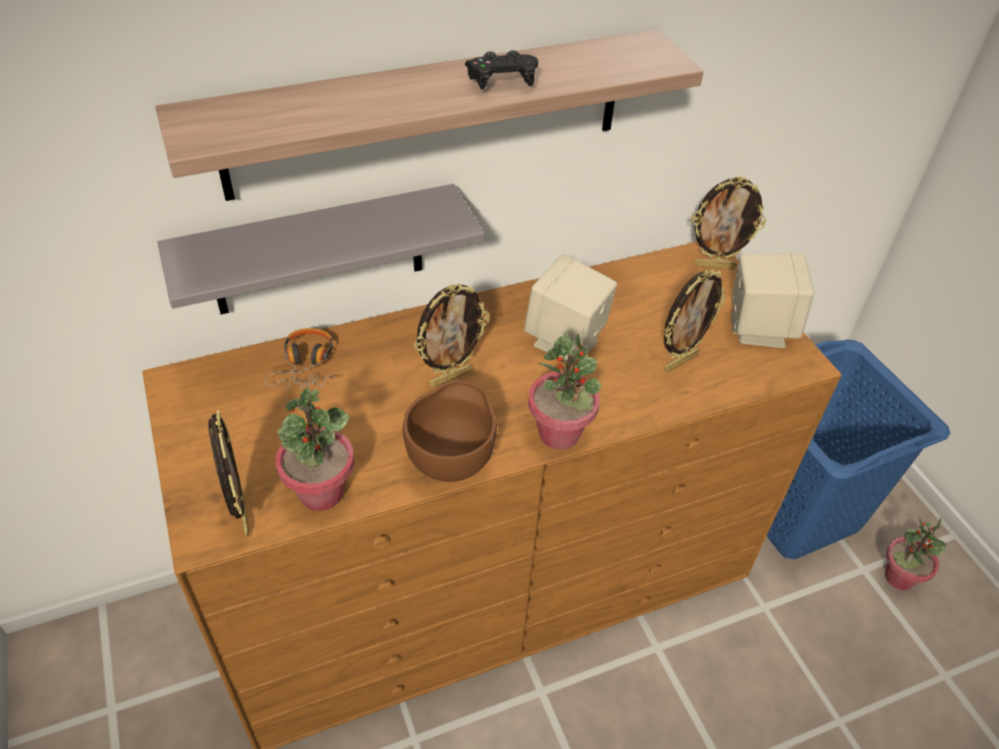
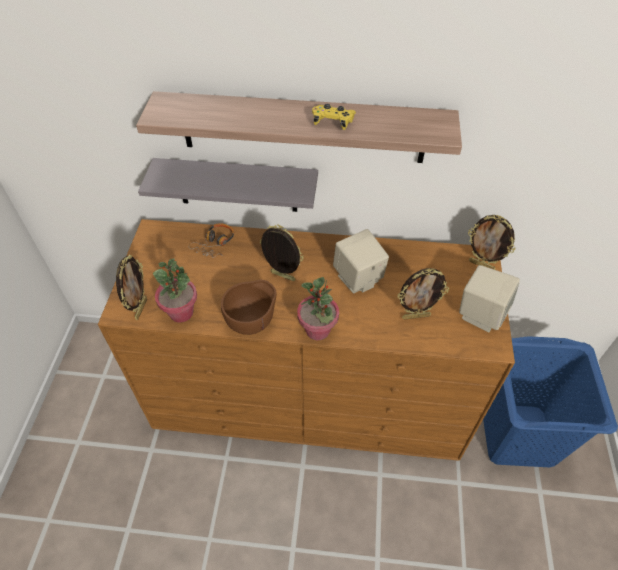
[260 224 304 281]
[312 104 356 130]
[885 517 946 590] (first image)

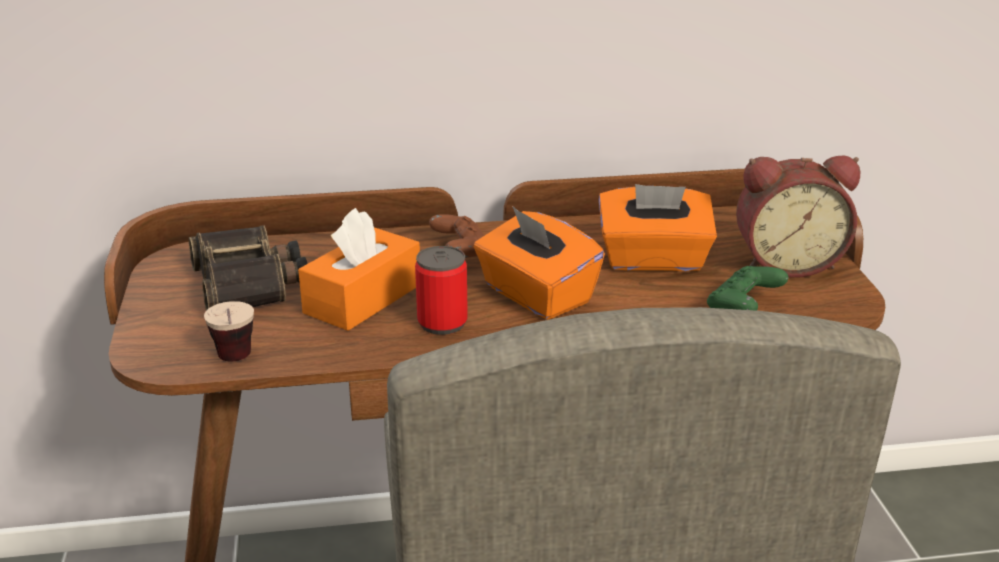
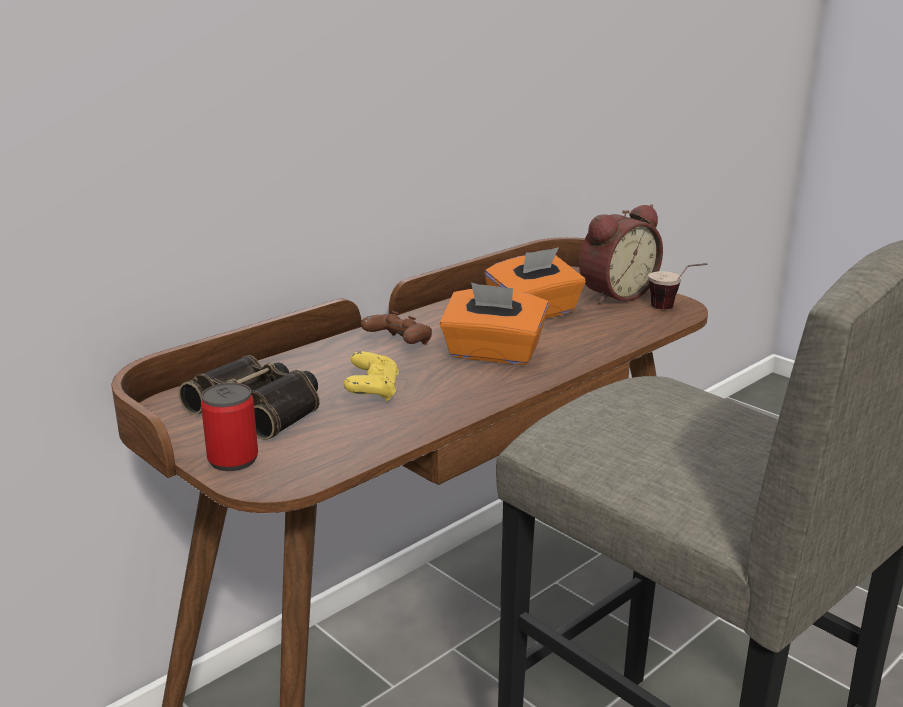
[201 383 258 471]
[344 351 399 402]
[648 263 708 309]
[707 266 788 311] (first image)

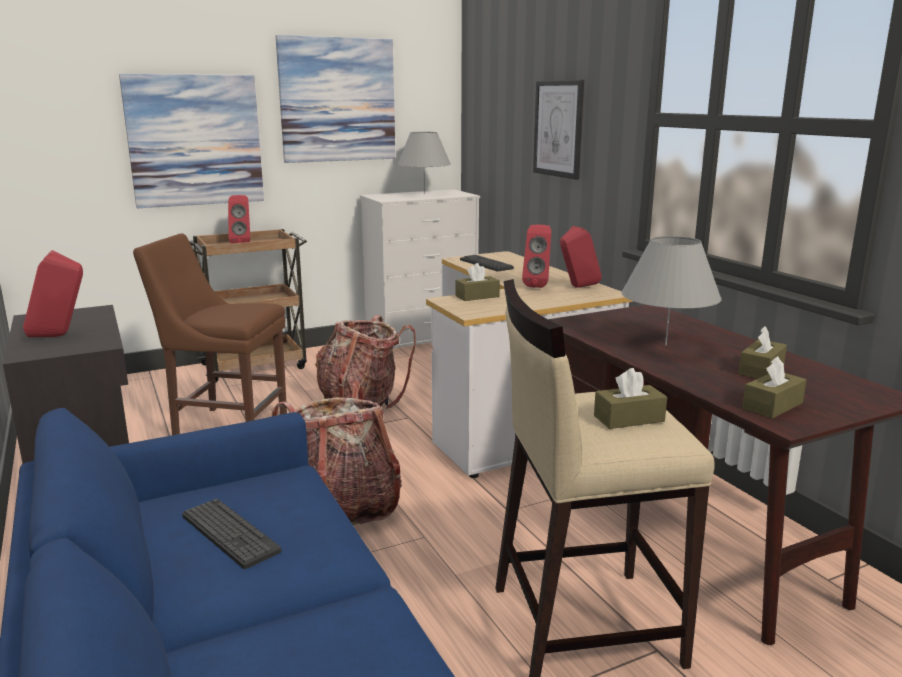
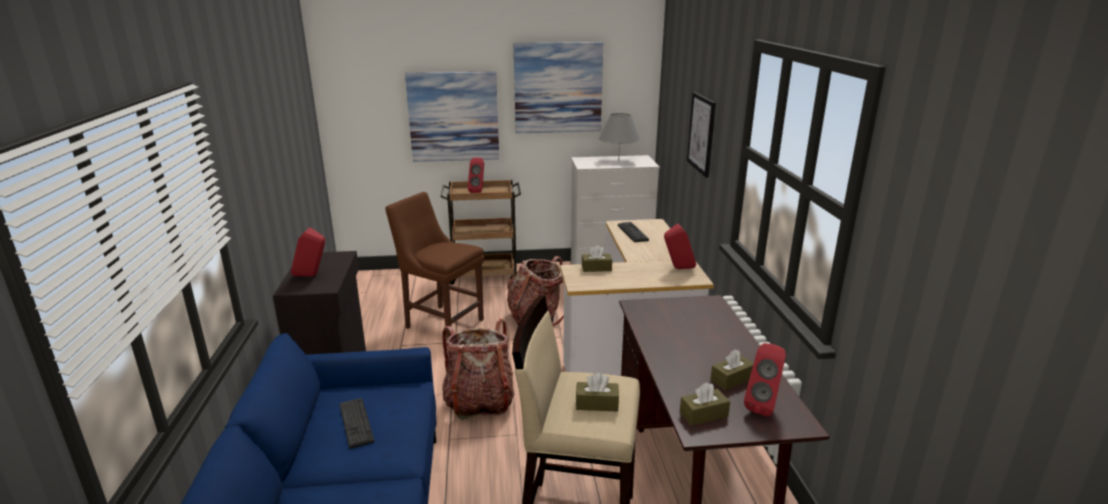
[744 343 786 417]
[621 236 721 345] (first image)

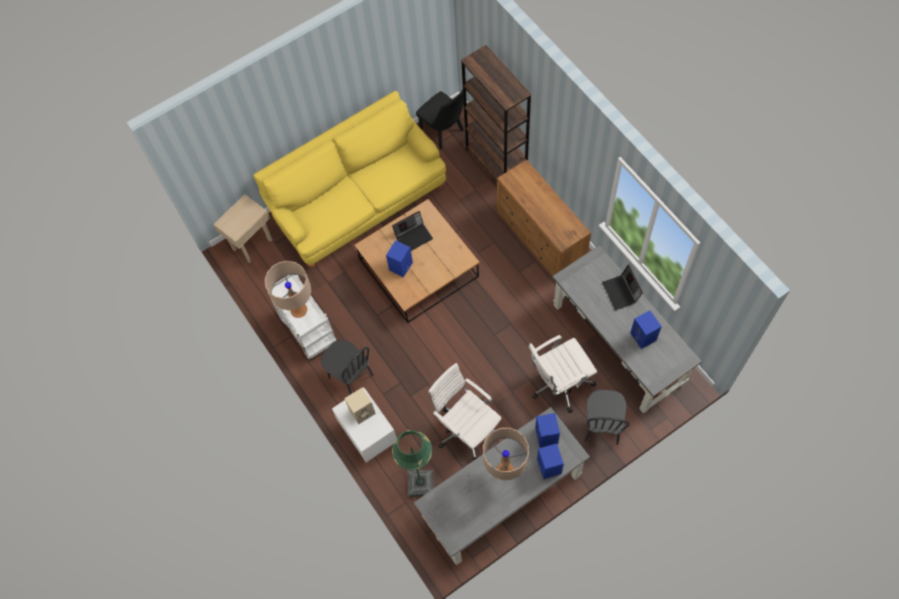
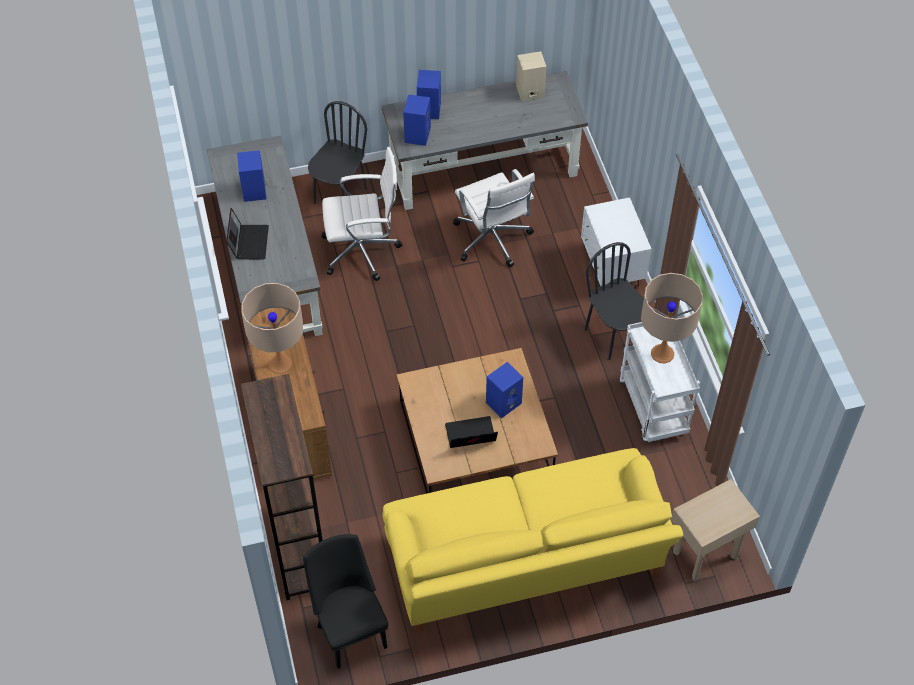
[241 283 303 374]
[516 51 547 101]
[392 430 434 497] (first image)

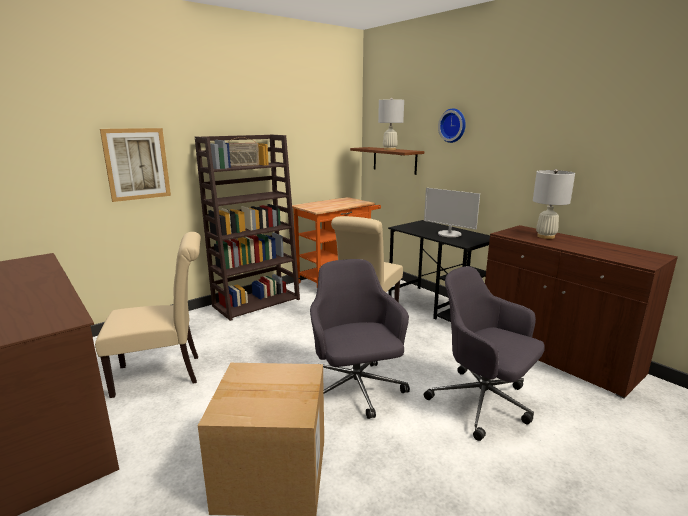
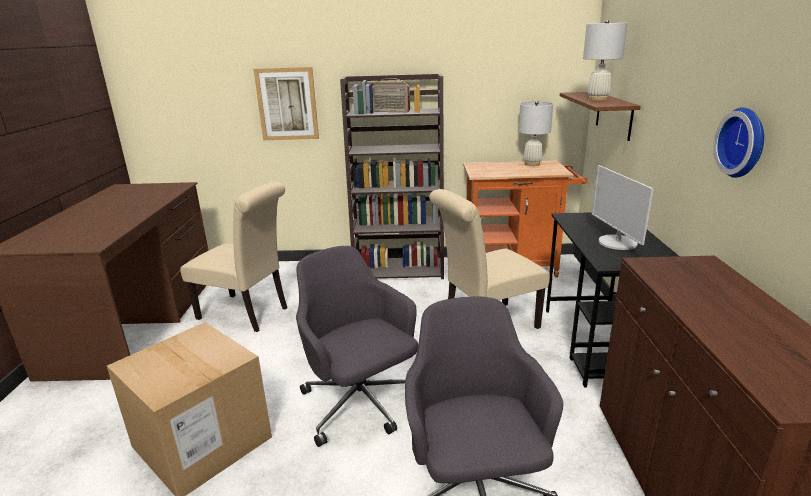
[296 246 418 447]
[519 101 553 166]
[713 107 764 178]

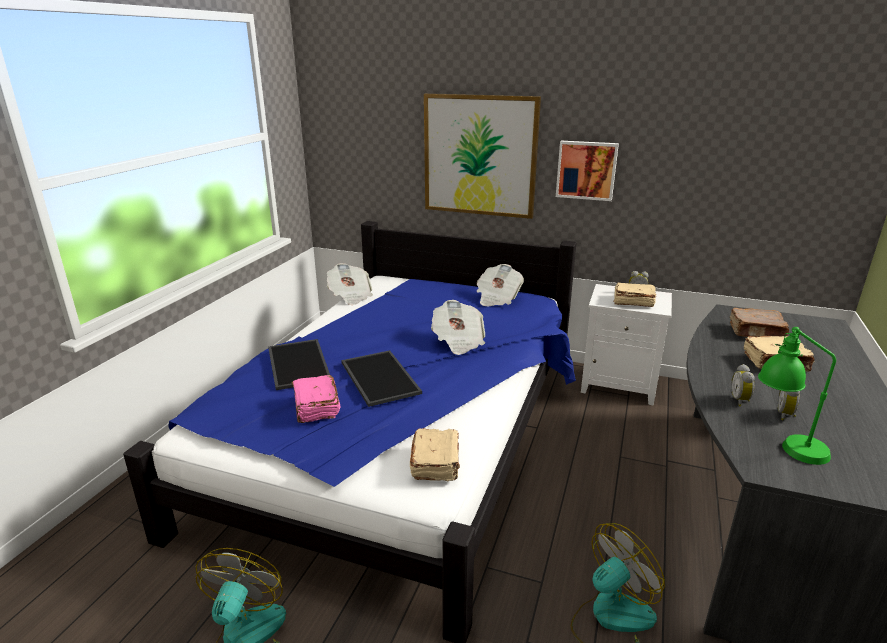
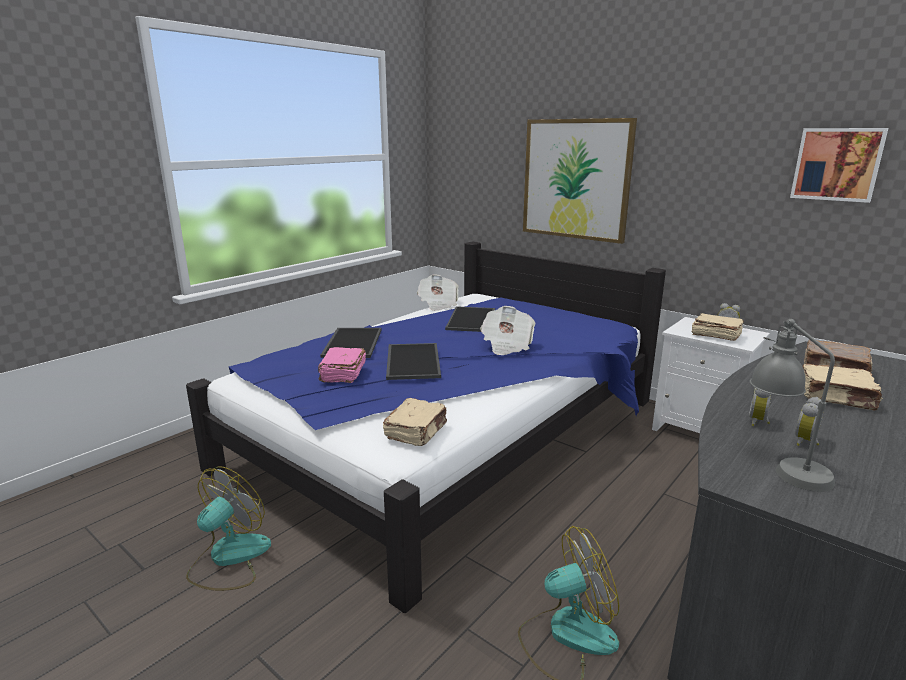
[445 306 495 332]
[750 319 835 492]
[790 128 888 203]
[476 264 524 306] (first image)

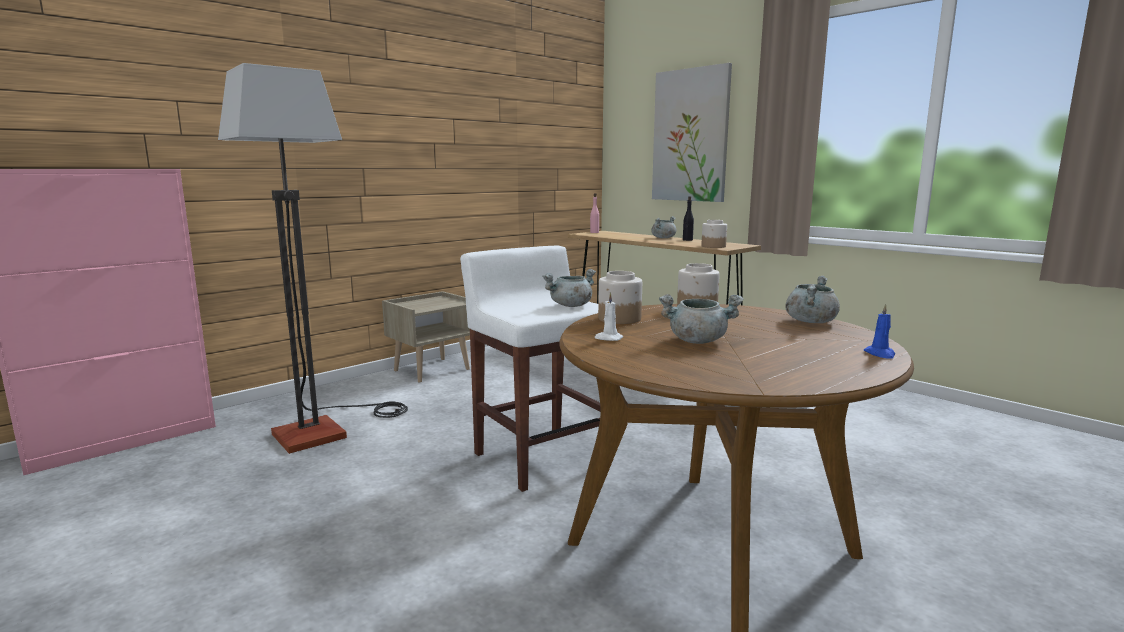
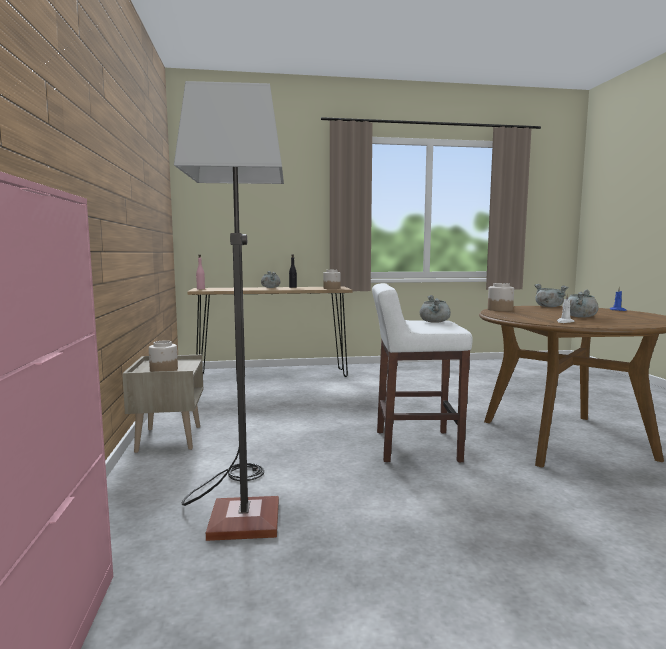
[149 341 178 372]
[652 63 732 202] (first image)

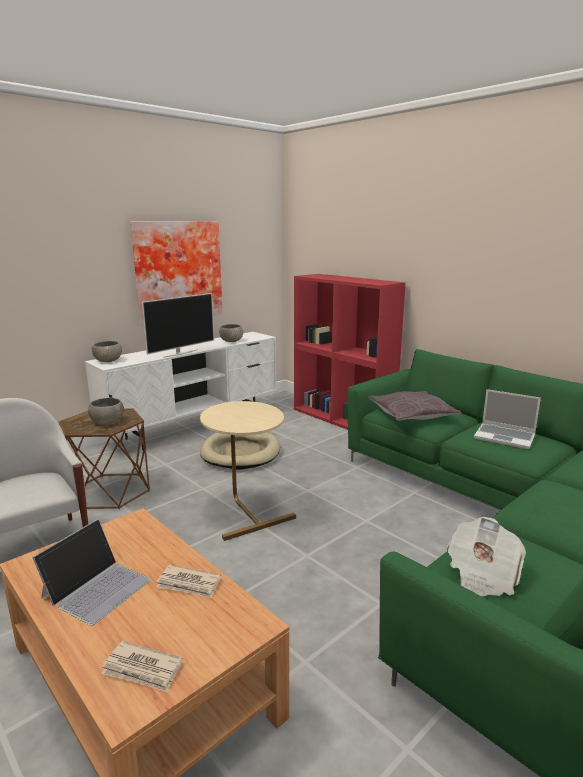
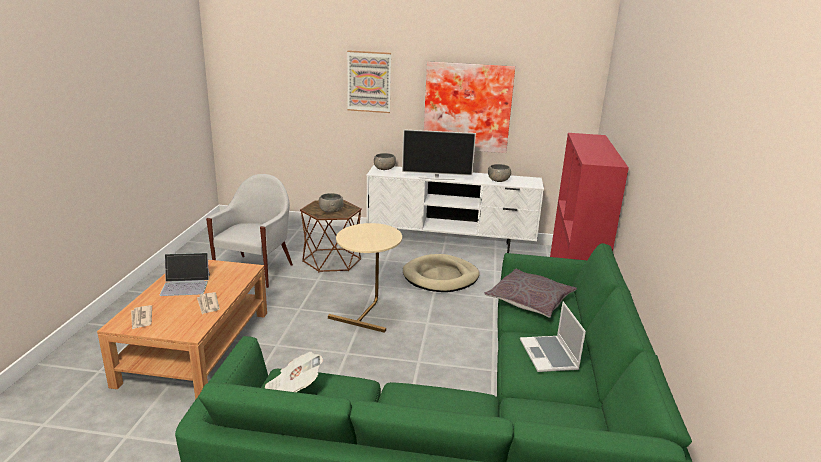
[347 50 391 113]

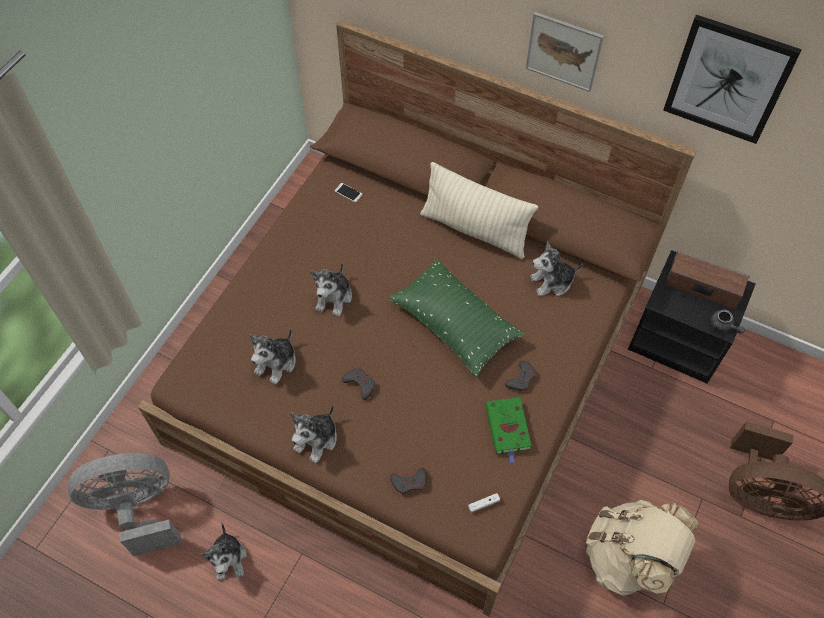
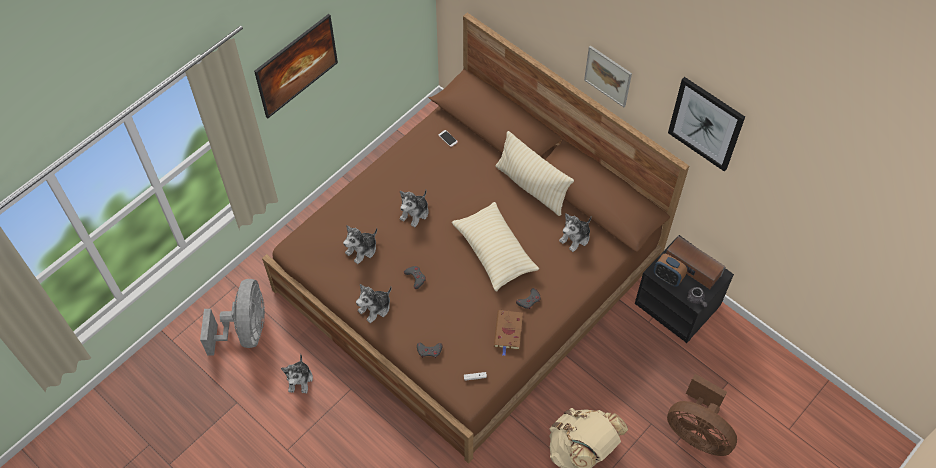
[200 279 265 356]
[254 14 338 118]
[452 202 539 291]
[494 310 523 356]
[559 213 592 252]
[654 254 687 287]

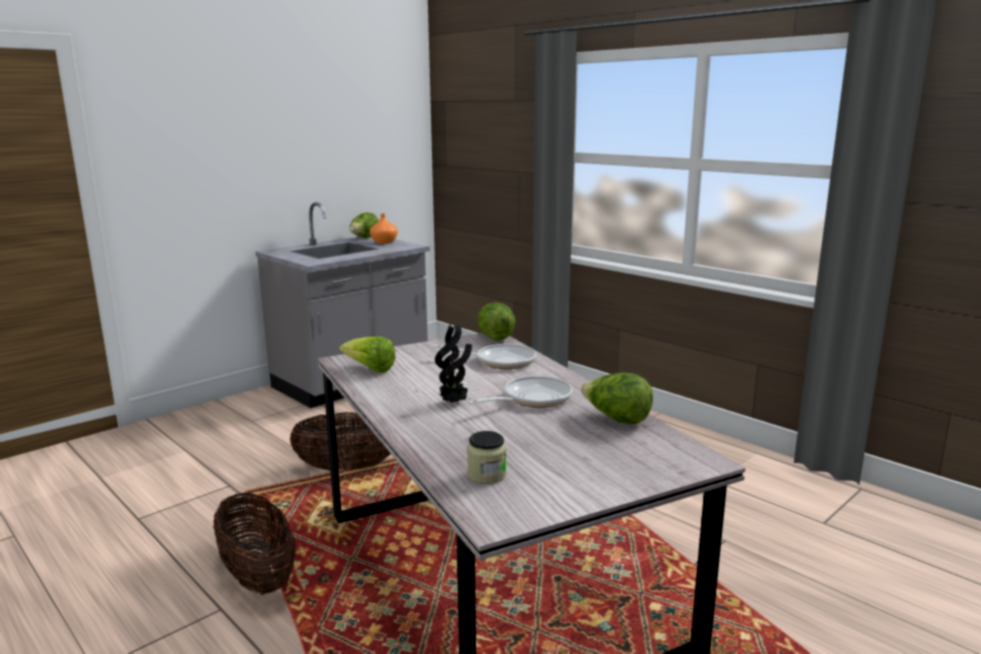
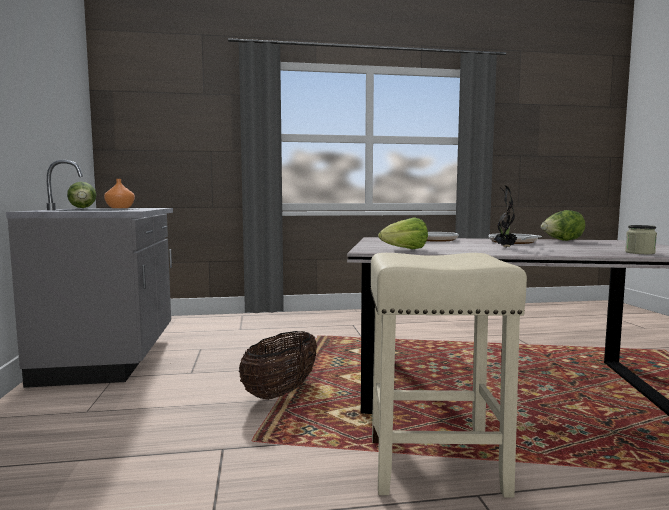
[370 253 527 498]
[477 302 515 341] (first image)

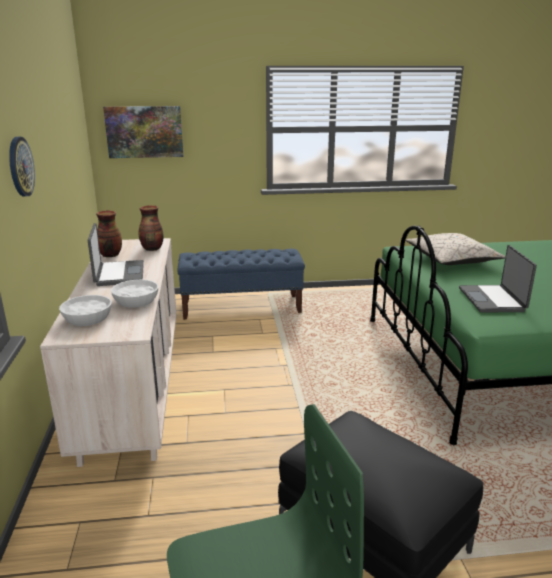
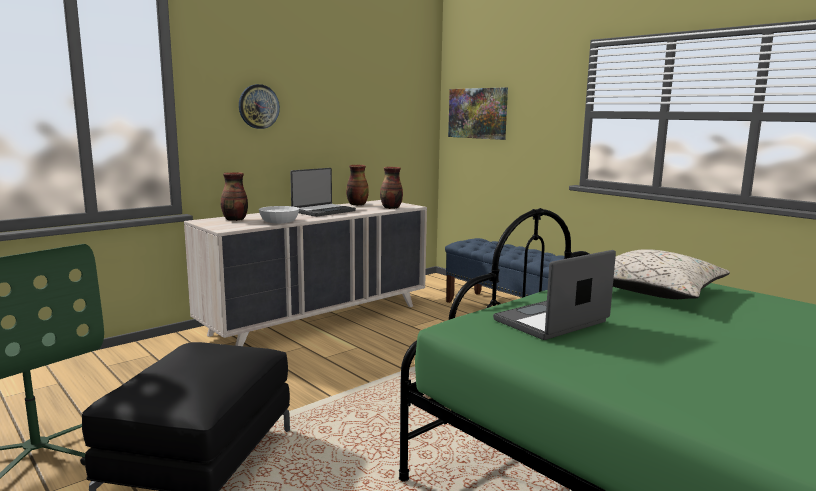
[220 172 248 221]

